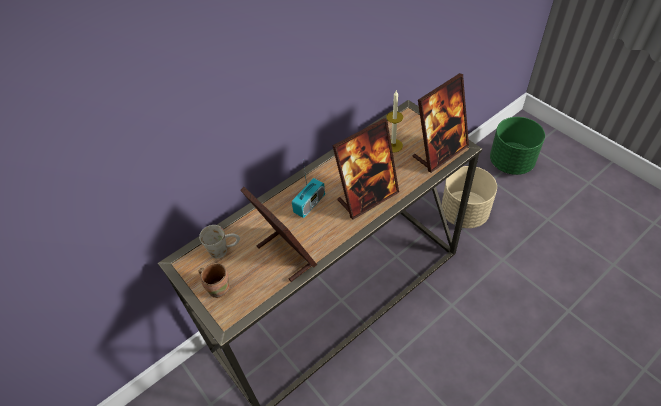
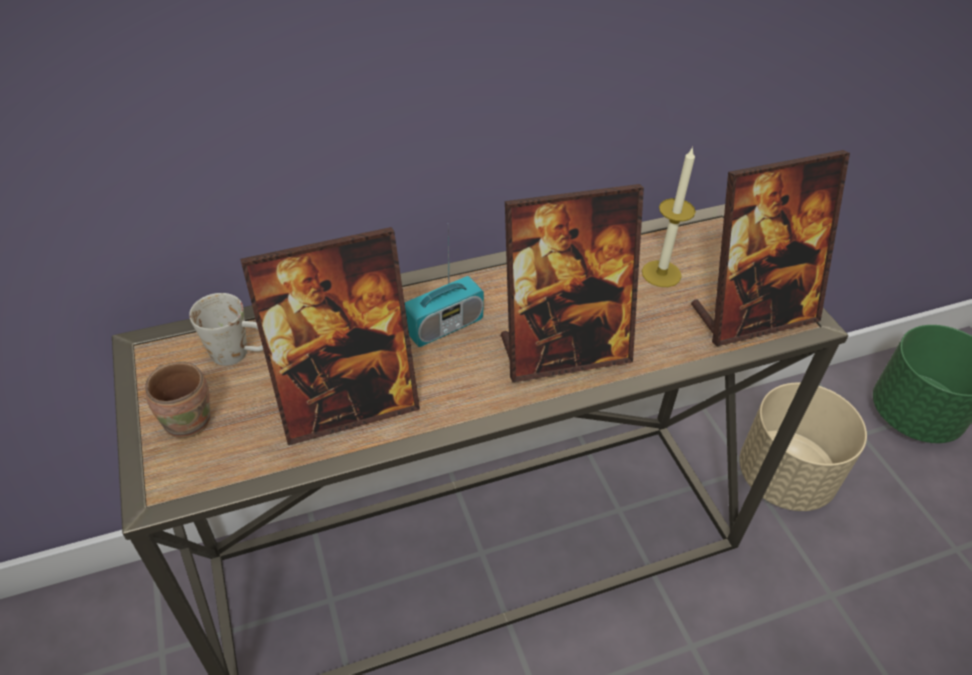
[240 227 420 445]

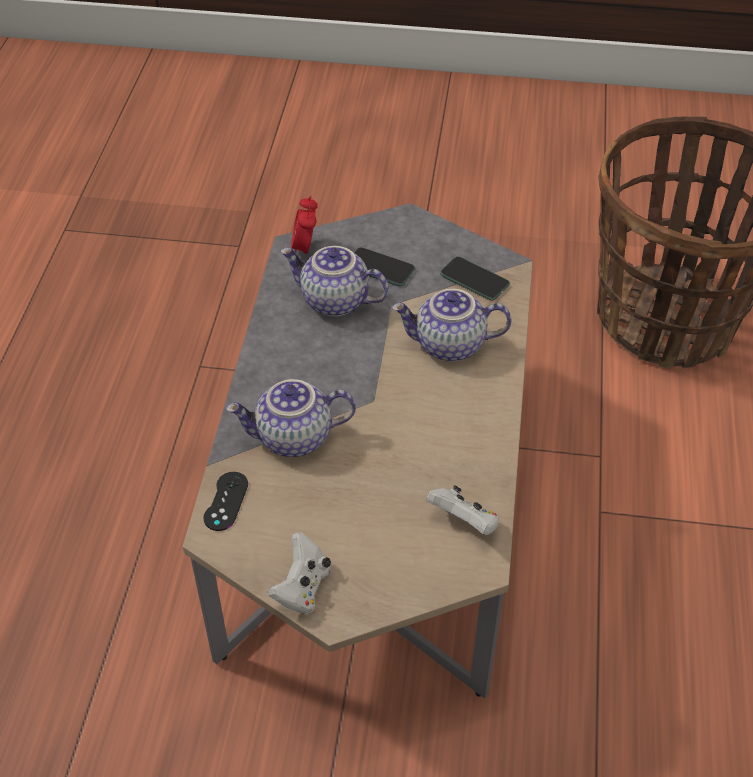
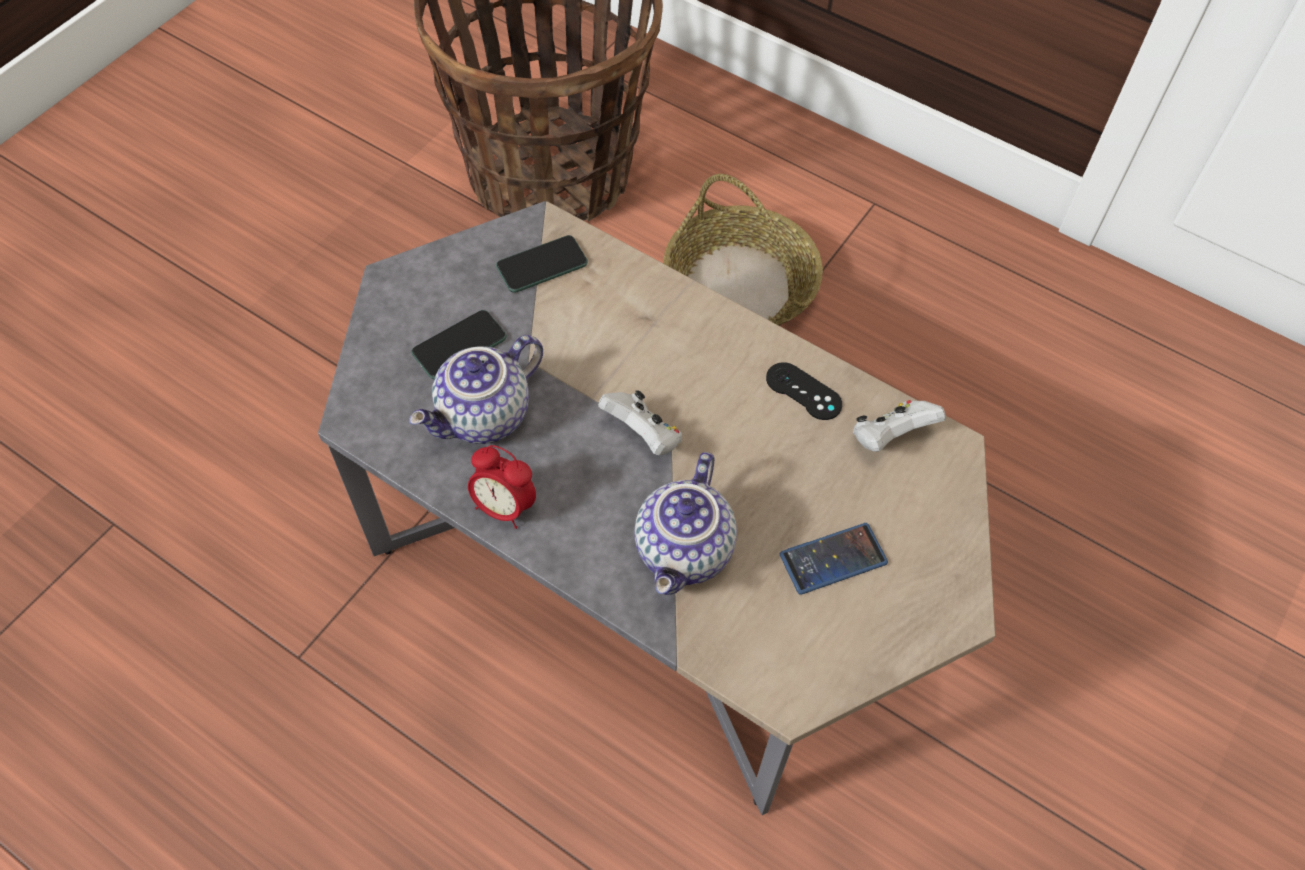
[468 445 536 529]
[598 390 682 456]
[663 174 823 325]
[766 362 842 420]
[780 523 888 595]
[392 289 511 362] (first image)

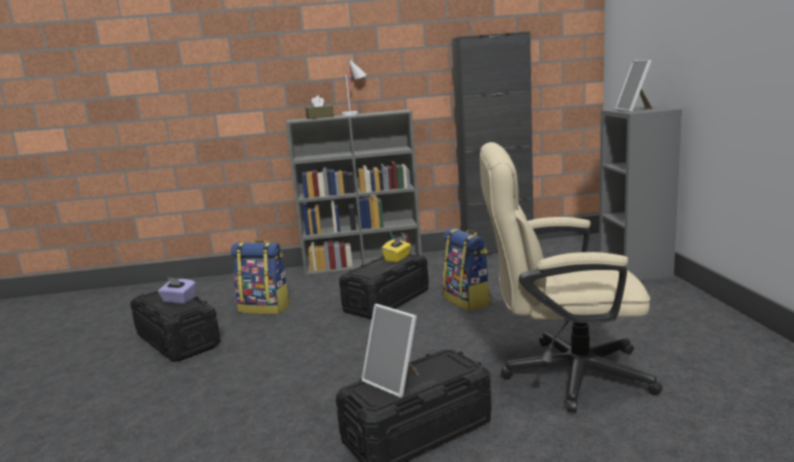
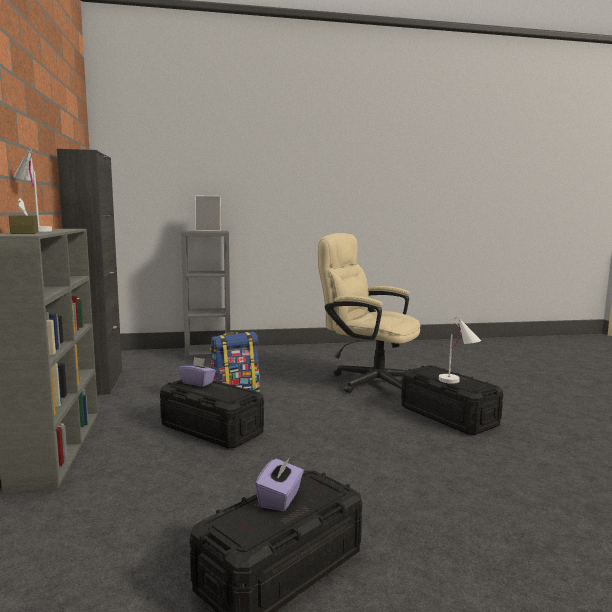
[179 357 216 387]
[318 233 421 393]
[439 317 481 384]
[231 240 290 314] (first image)

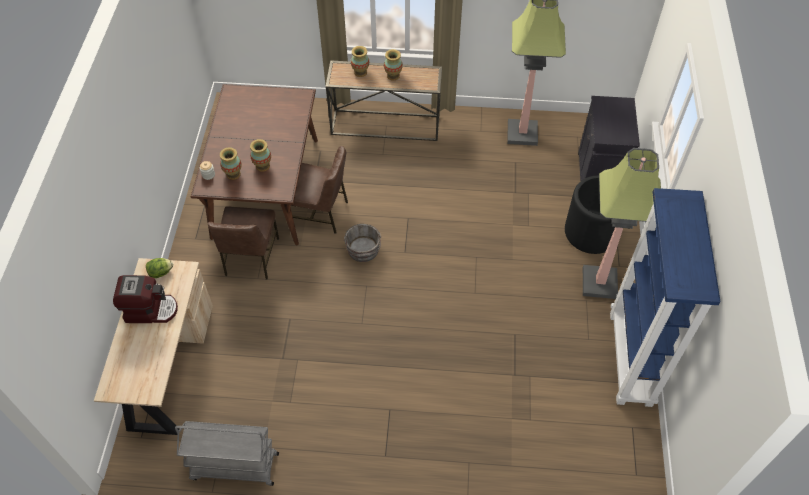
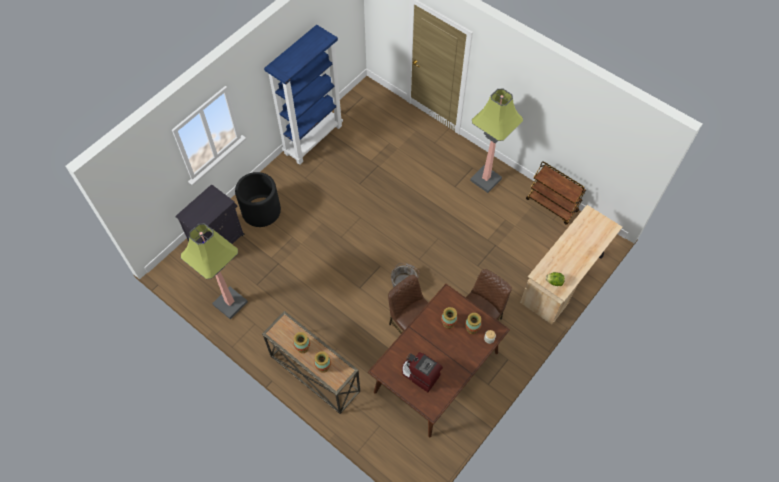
[402 352 443 392]
[470 89 523 193]
[526 161 586 225]

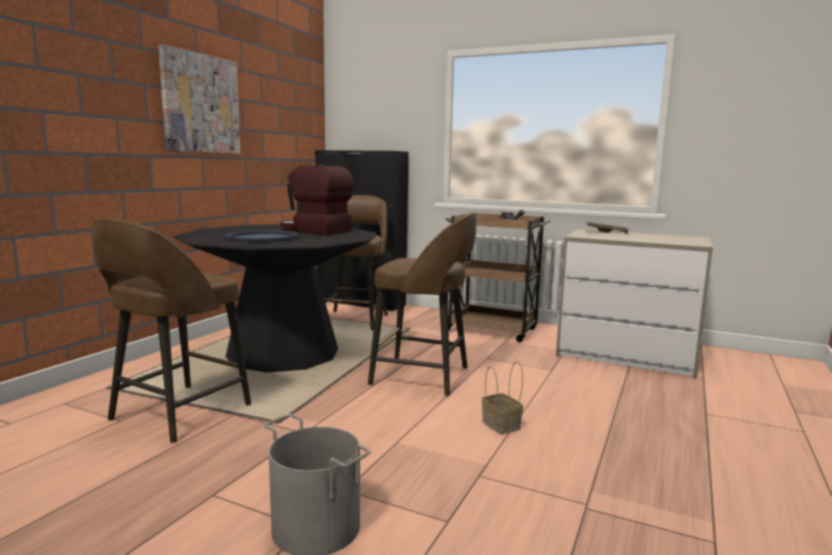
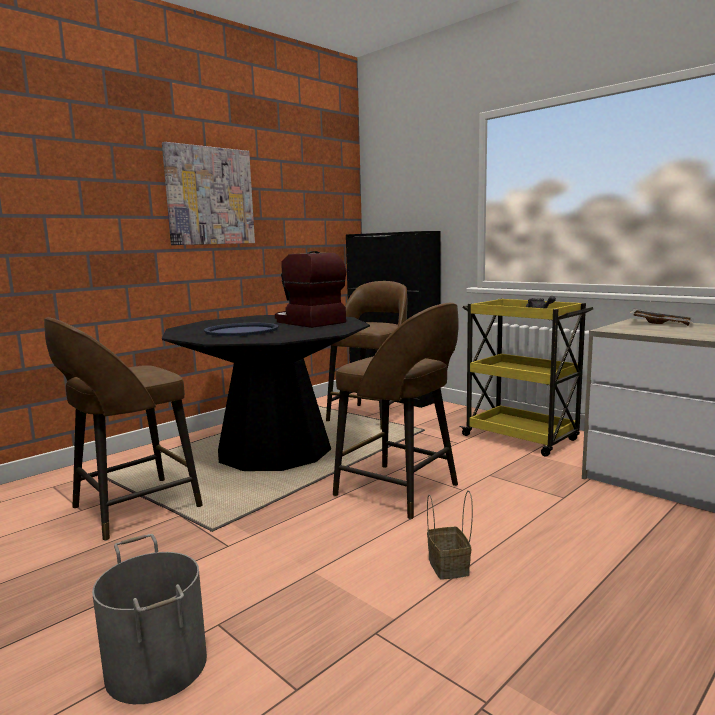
[459 298 593 457]

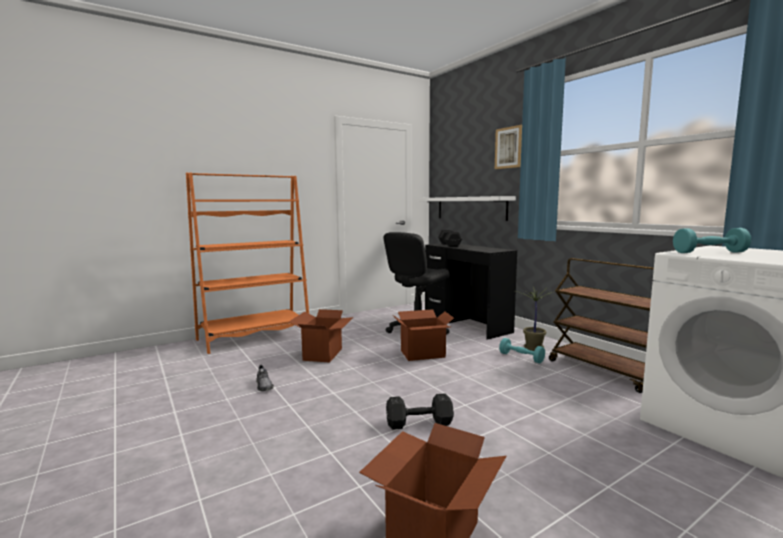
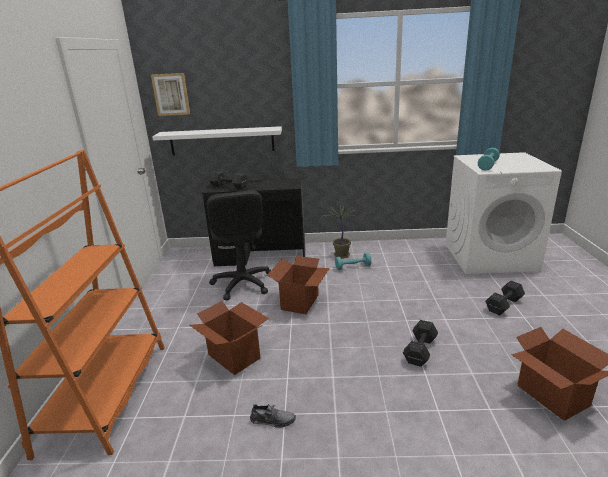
[151 73 190 116]
[485 281 525 315]
[549 258 654 393] (first image)

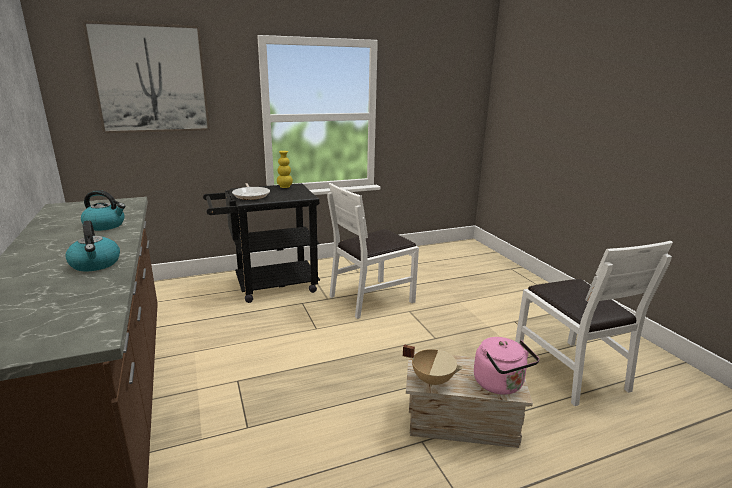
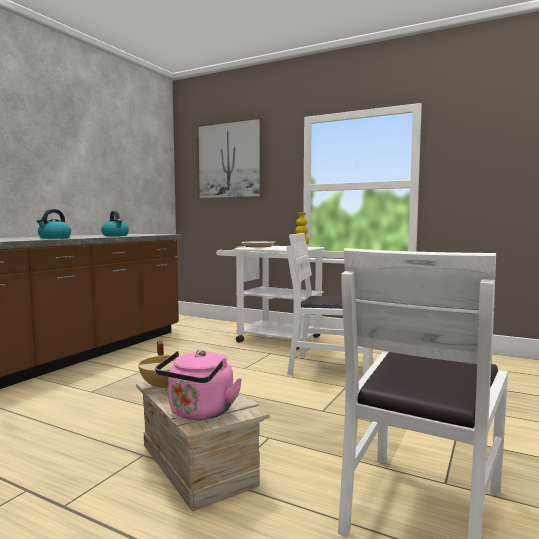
[216 246 325 350]

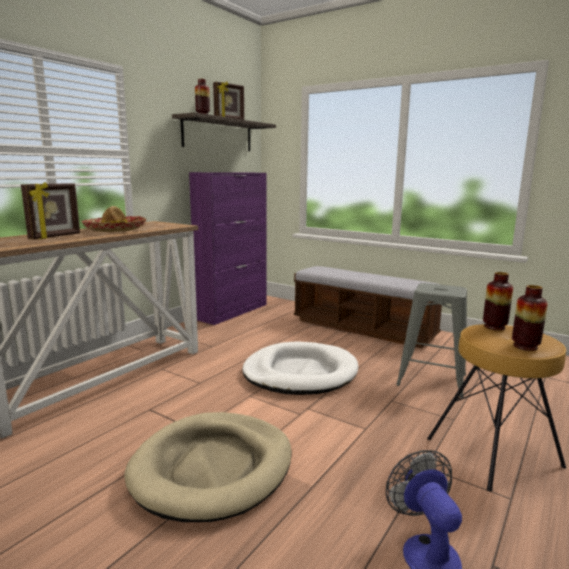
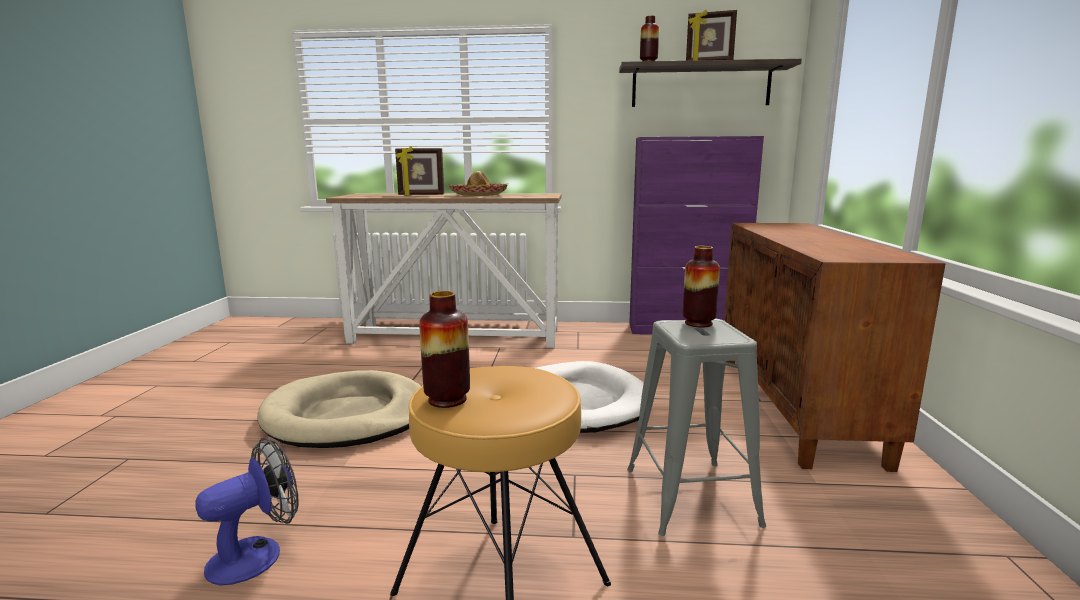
[683 246 720 327]
[724 223 946 472]

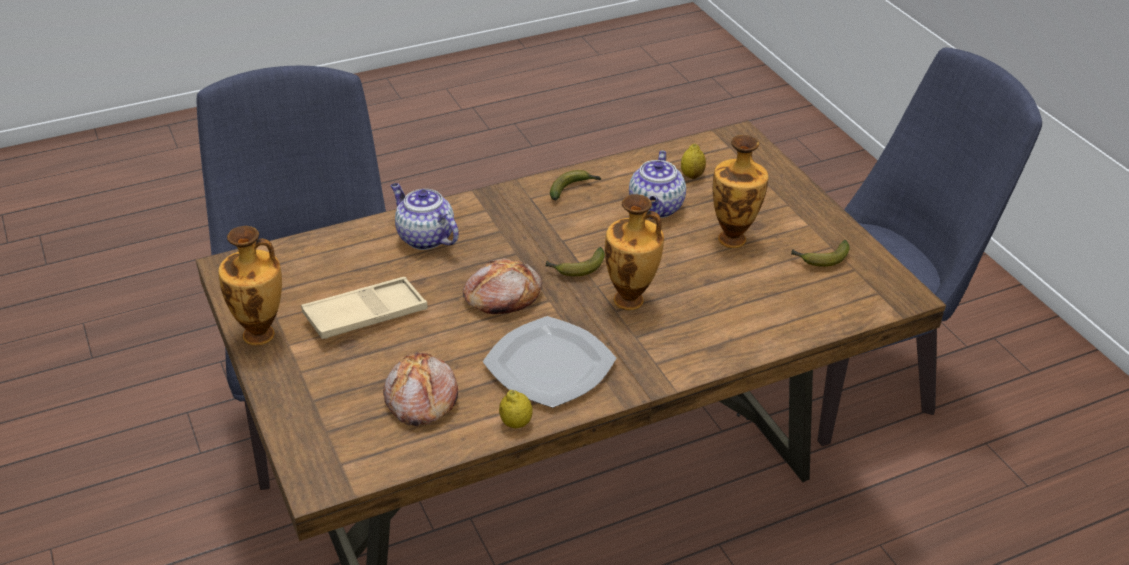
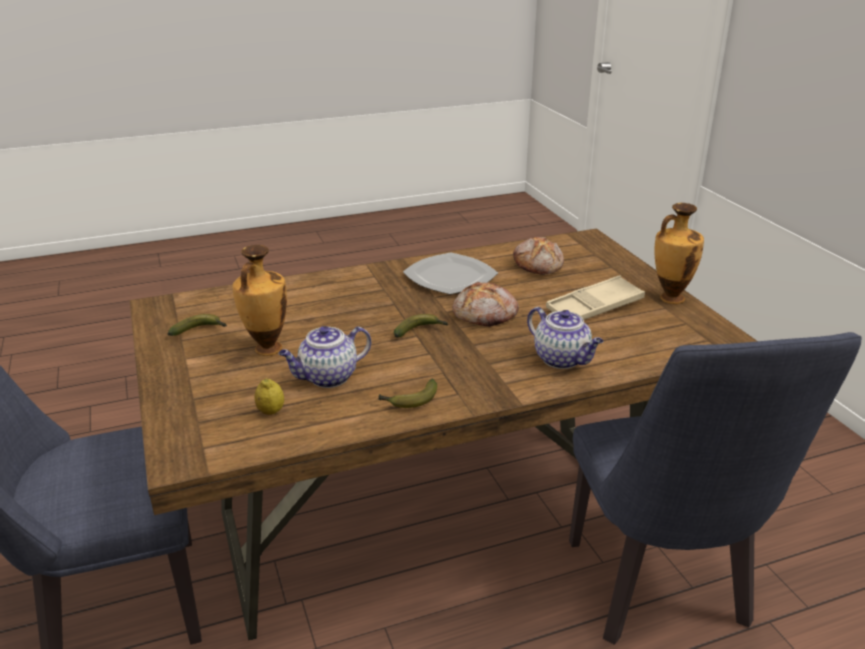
[279 326 371 388]
[499 390 533 428] (first image)
[605 194 664 310] (first image)

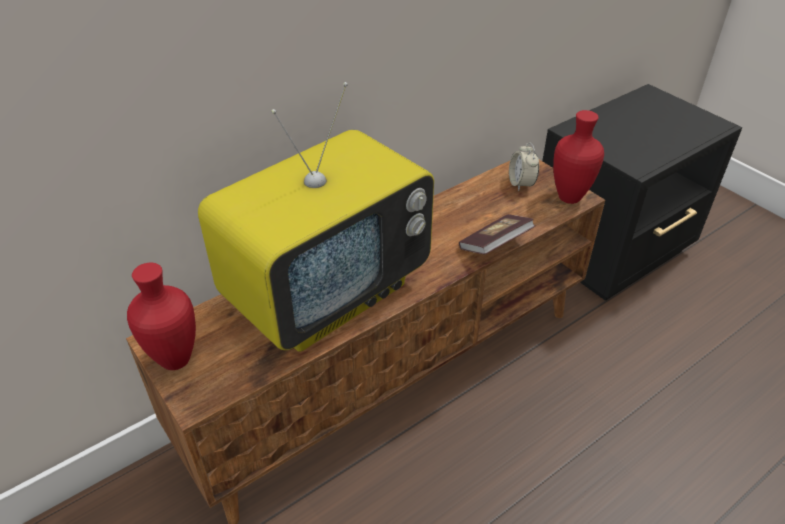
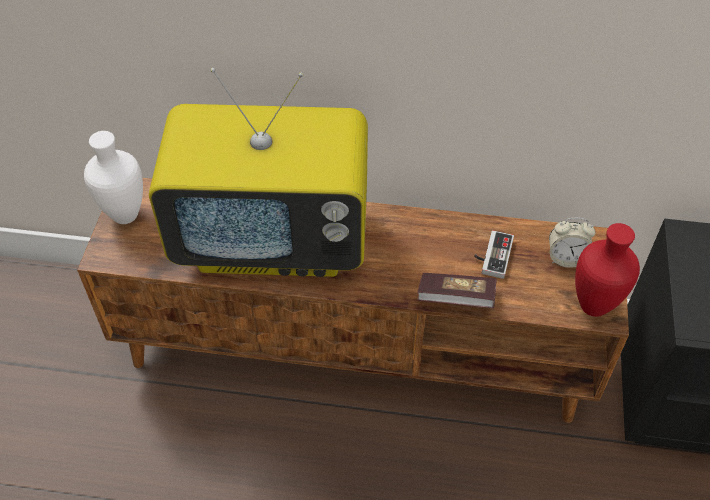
[84 131 143 224]
[474 230 514 279]
[549 218 596 268]

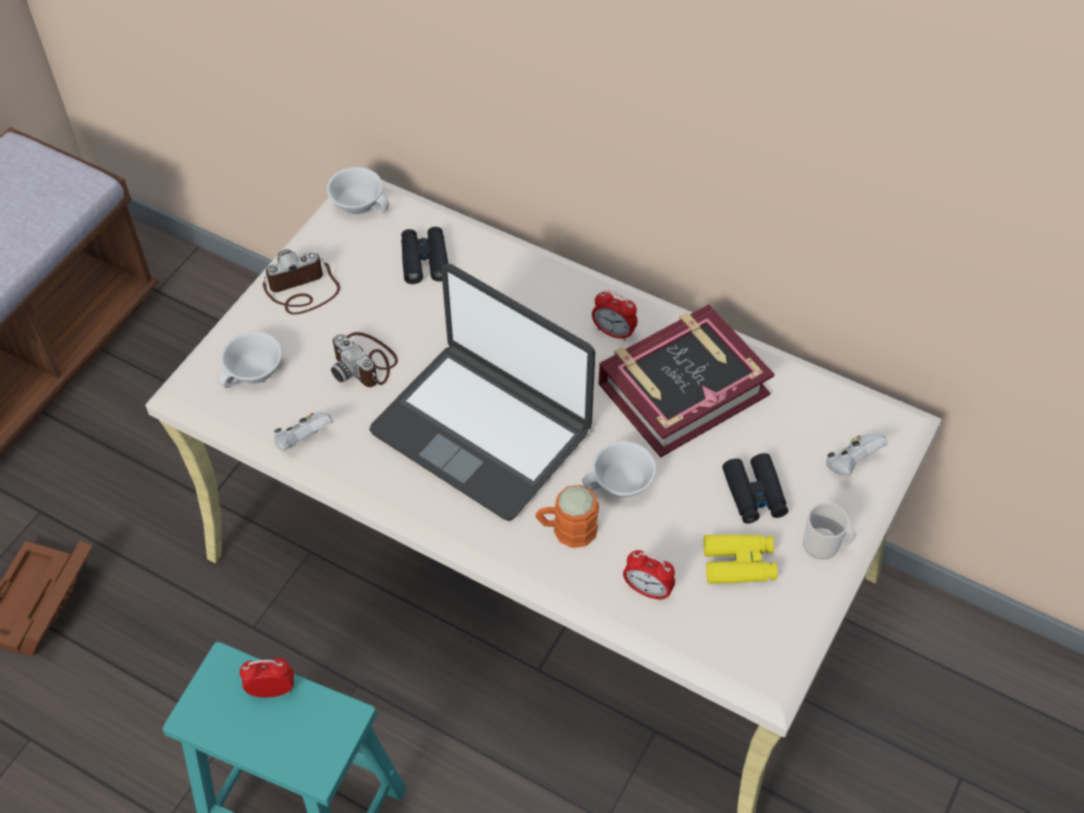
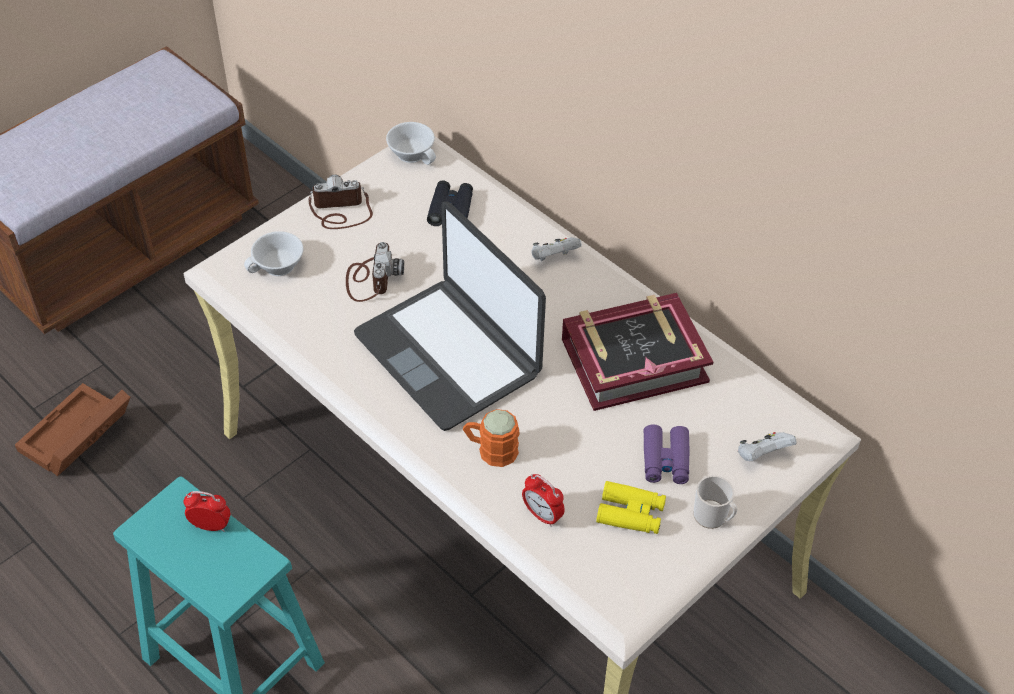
[346 242 404 302]
[531 237 582 261]
[644 424 690 484]
[582 441 656 498] (first image)
[592 290 638 341] (first image)

